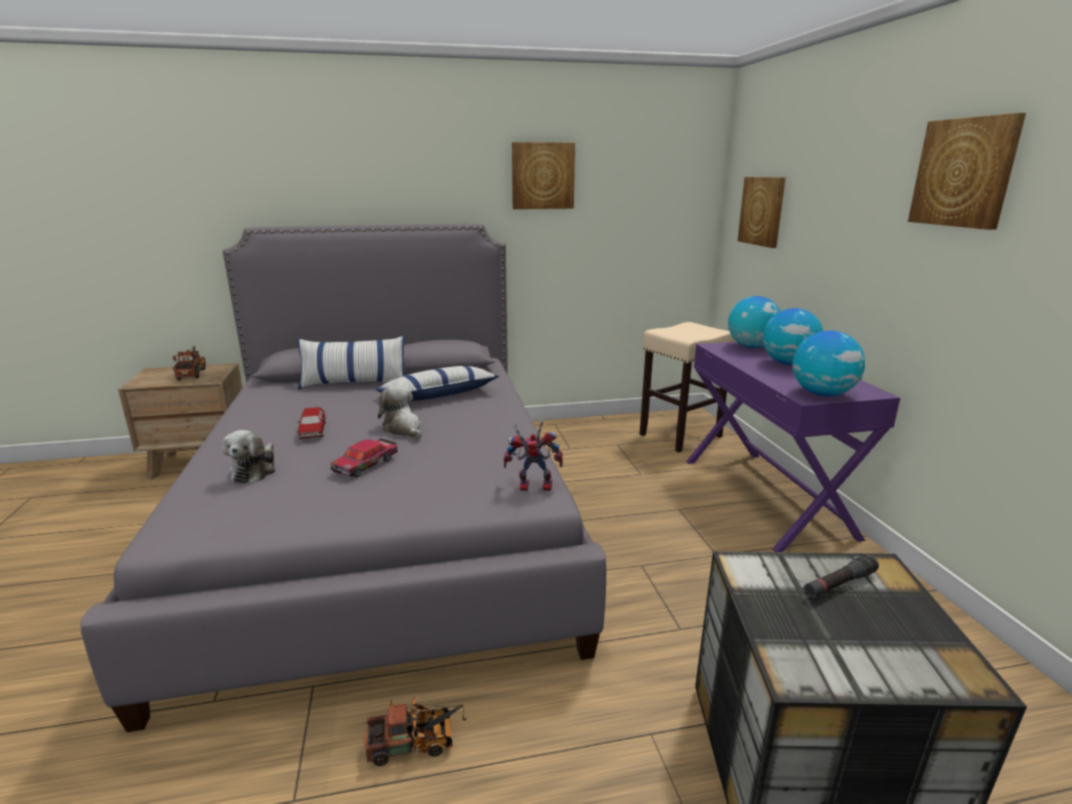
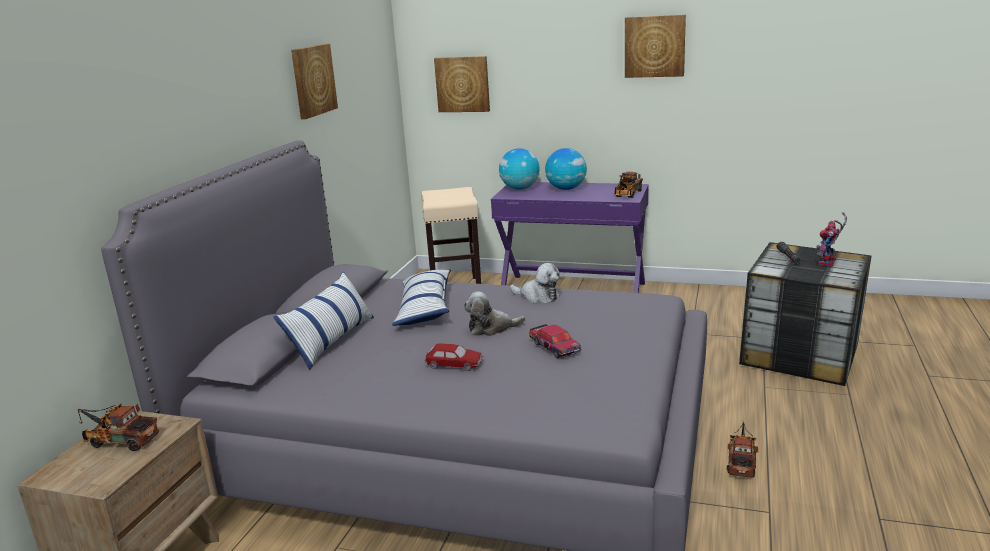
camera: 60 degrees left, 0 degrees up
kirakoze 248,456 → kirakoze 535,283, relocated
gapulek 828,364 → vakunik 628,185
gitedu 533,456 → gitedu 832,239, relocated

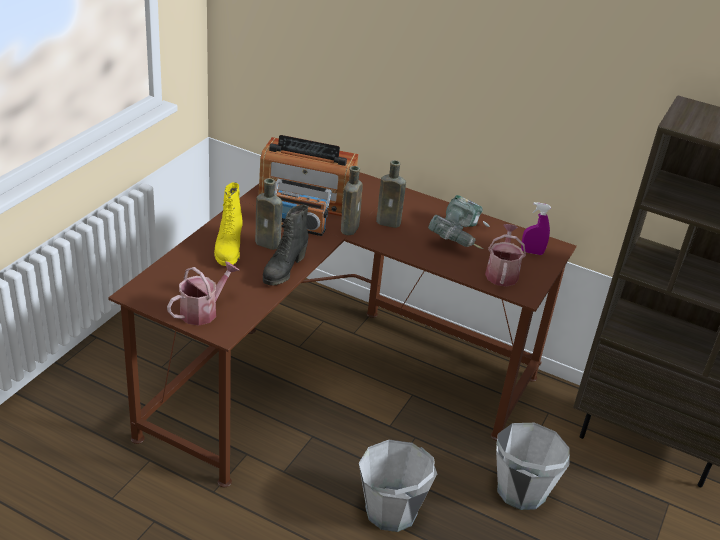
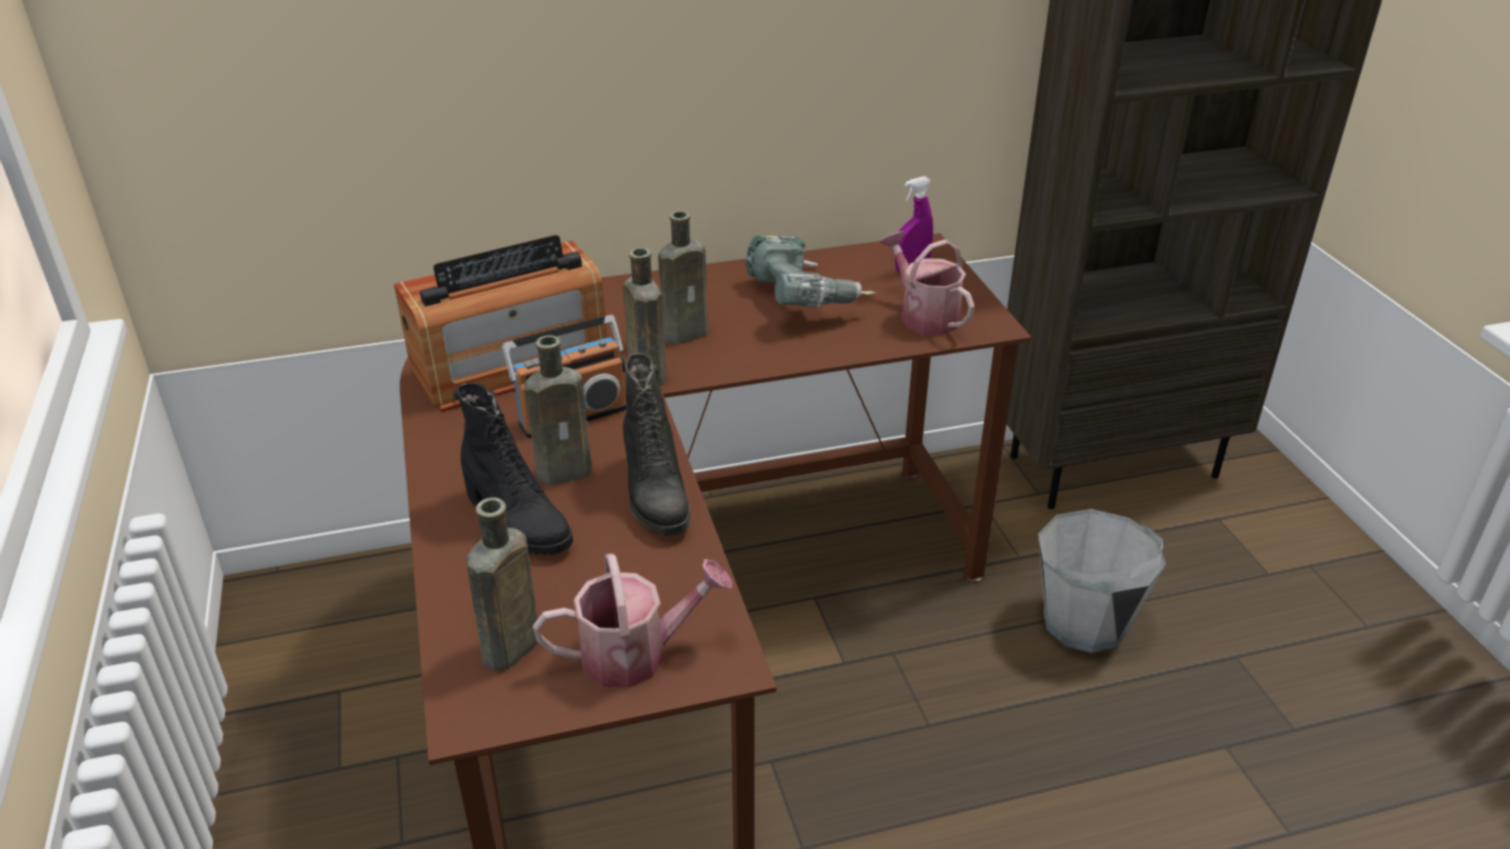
camera: 40 degrees left, 0 degrees up
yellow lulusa 228,224 → black lulusa 515,469
- → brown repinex 502,584
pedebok 203,293 → pedebok 633,620, 75 degrees clockwise
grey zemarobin 398,486 → -

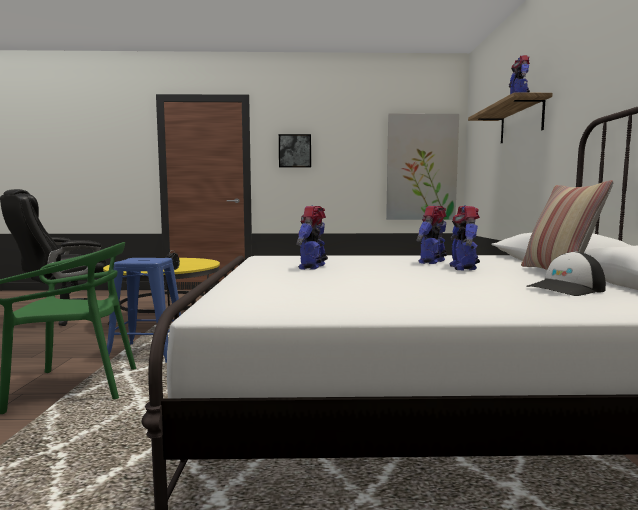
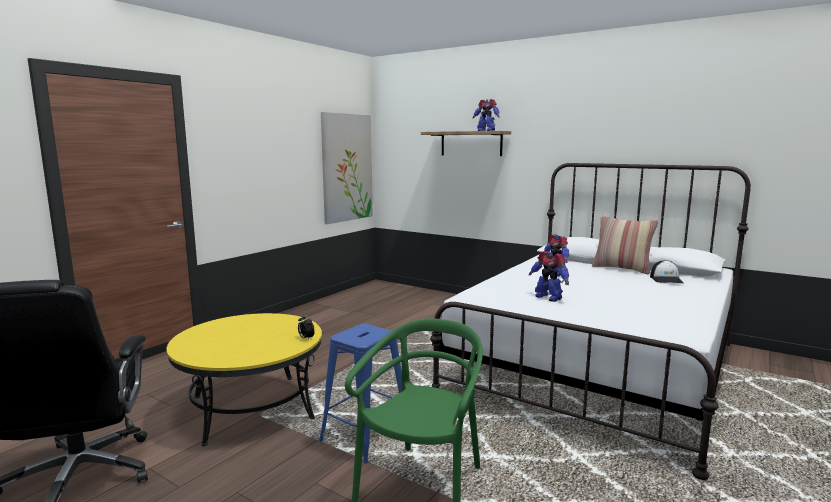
camera: 55 degrees left, 5 degrees up
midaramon 295,151 → -
gitedu 464,238 → -

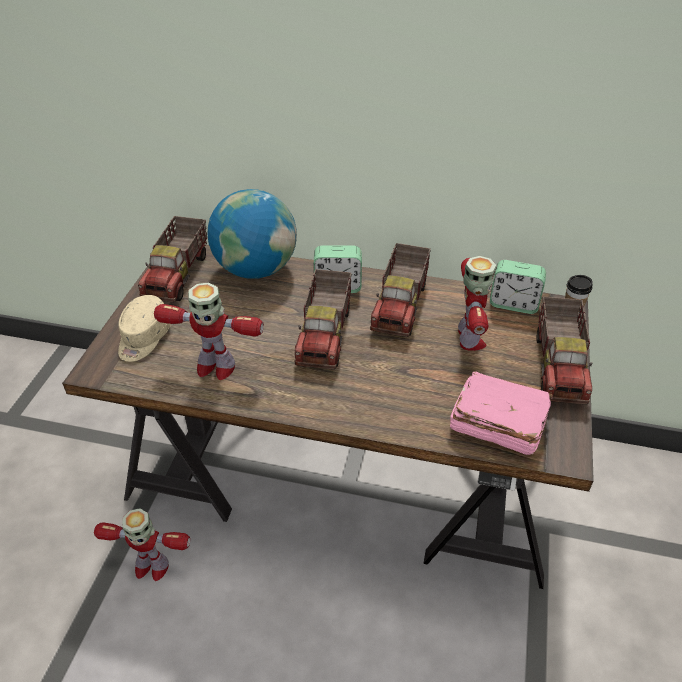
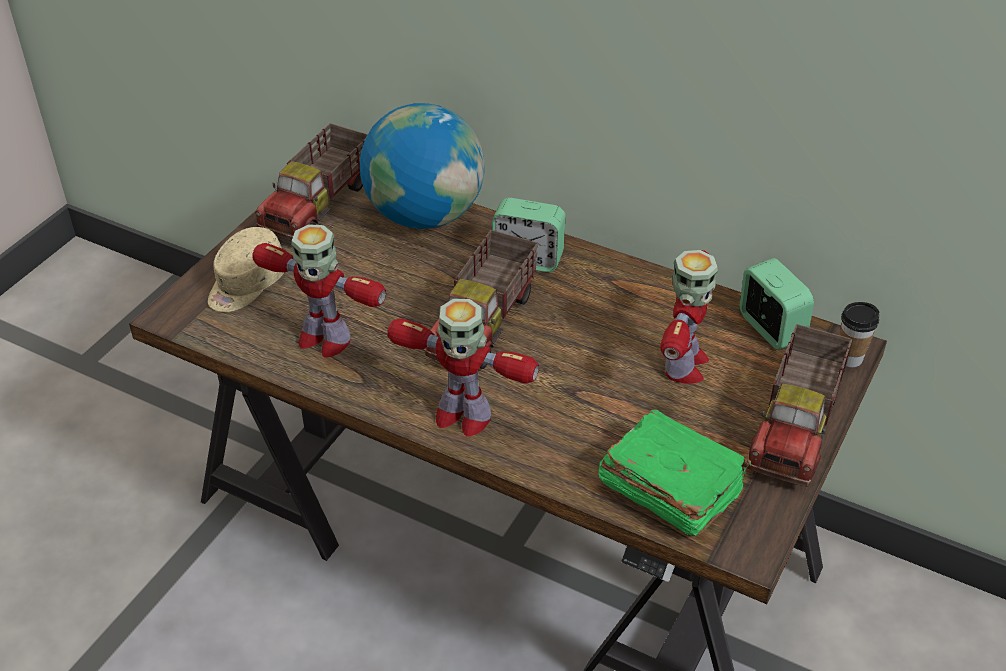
camera: 15 degrees right, 0 degrees up
gitedu 142,544 → gitedu 463,368, relocated
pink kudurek 501,413 → green kudurek 675,472
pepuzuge 518,287 → pepuzuge 777,304, 150 degrees counterclockwise
vakunik 400,290 → -

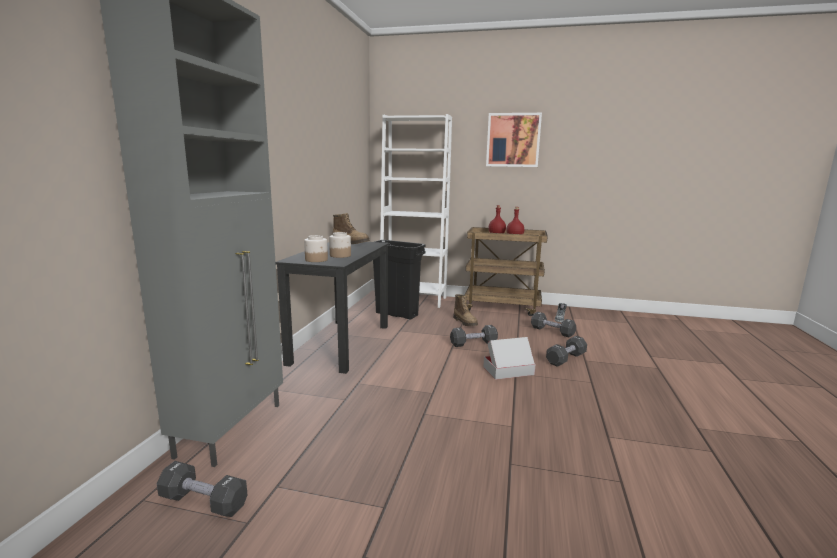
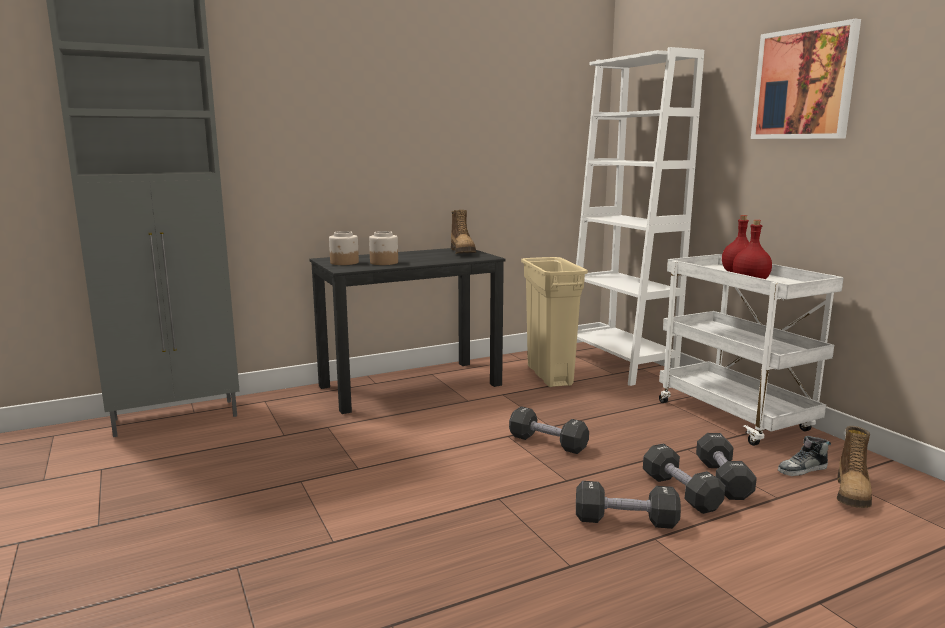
camera: 50 degrees right, 0 degrees up
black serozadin 399,280 → beige serozadin 554,322
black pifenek 202,489 → black pifenek 684,478, relocated
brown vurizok 506,271 → white vurizok 751,350
lulusa 465,310 → lulusa 854,467, relocated
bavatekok 509,358 → -

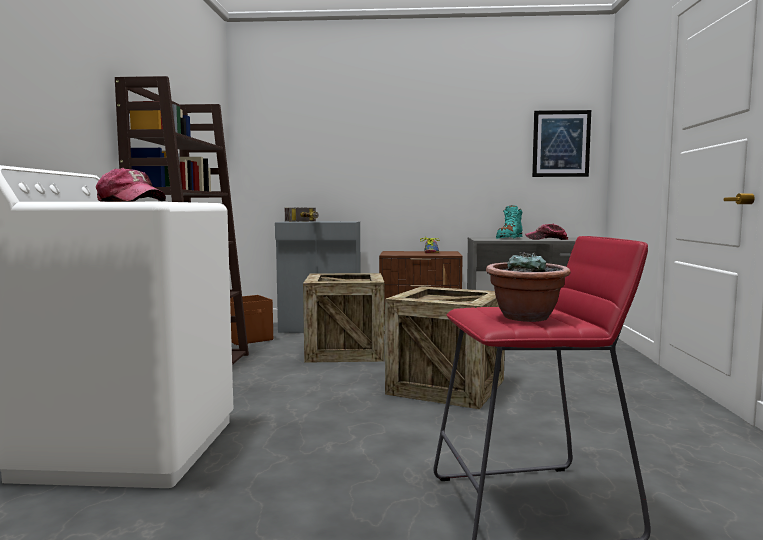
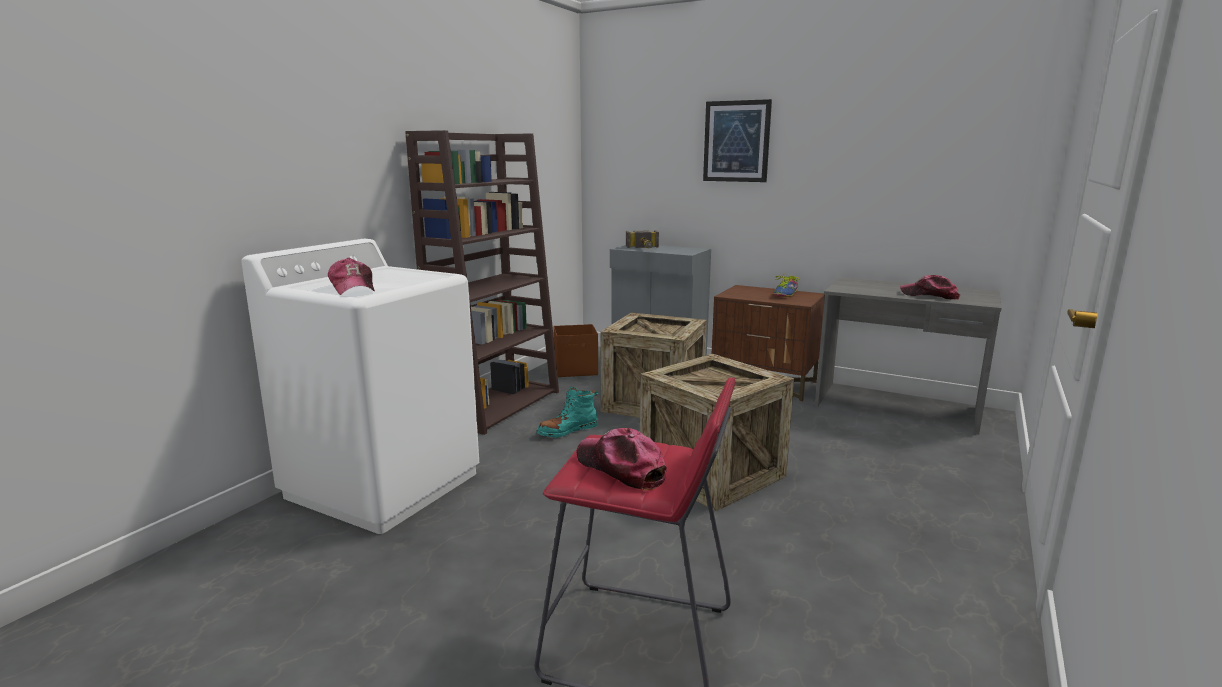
camera: 25 degrees right, 10 degrees up
turquoise lulusa 509,222 → turquoise lulusa 567,412, relocated
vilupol 528,287 → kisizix 622,459
midaramon 561,143 → midaramon 737,140, relocated

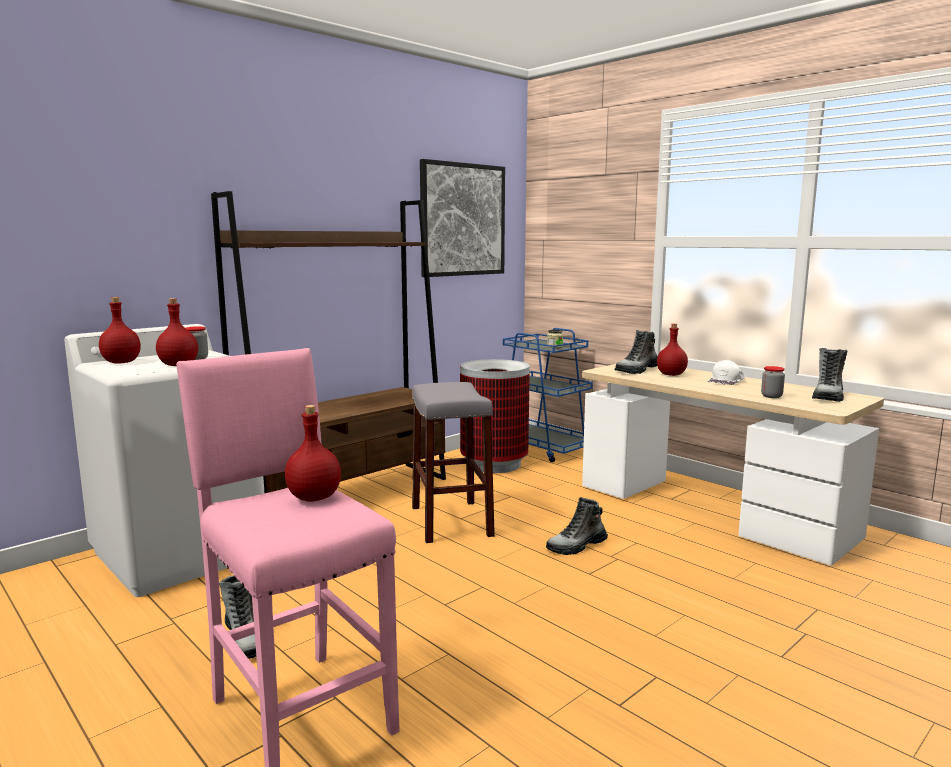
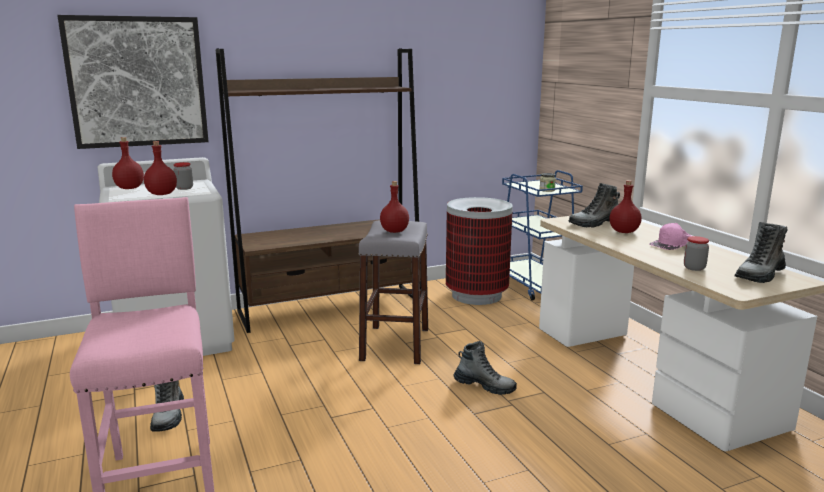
camera: 20 degrees right, 5 degrees up
midaramon 462,218 → midaramon 133,82, relocated
red repinex 313,453 → red repinex 394,207, relocated
lulusa 577,526 → lulusa 485,368, 150 degrees counterclockwise
white kisizix 726,372 → pink kisizix 670,236

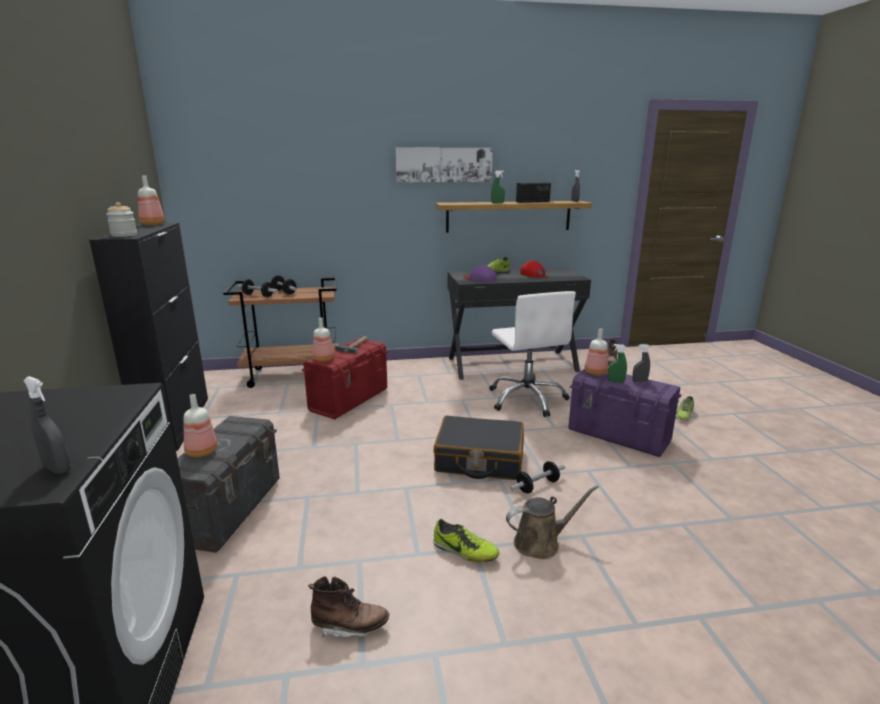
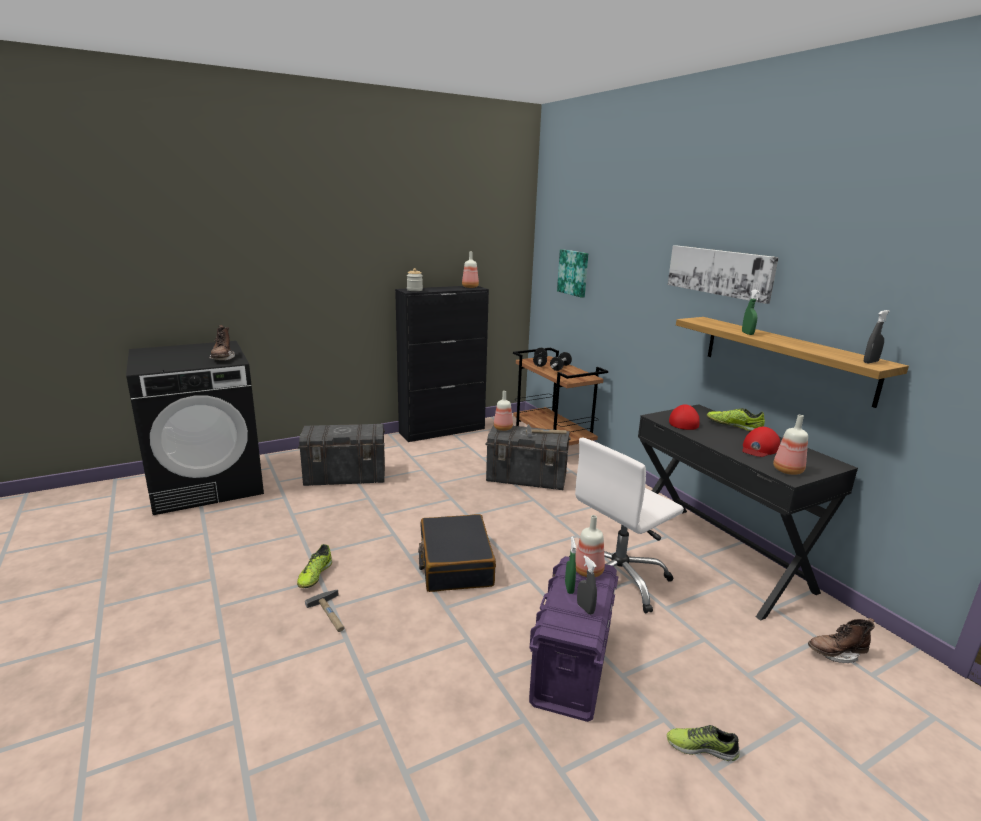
camera: 70 degrees right, 0 degrees up
brown lulusa 348,607 → brown lulusa 222,343, relocated
brown pedebok 552,522 → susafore 325,610
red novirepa 345,378 → grey novirepa 528,457
- → midaramon 572,273
purple kisizix 480,273 → red kisizix 684,417
repinex 201,426 → repinex 790,445, relocated
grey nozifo 47,425 → -
pifenek 537,477 → -
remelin 533,192 → -

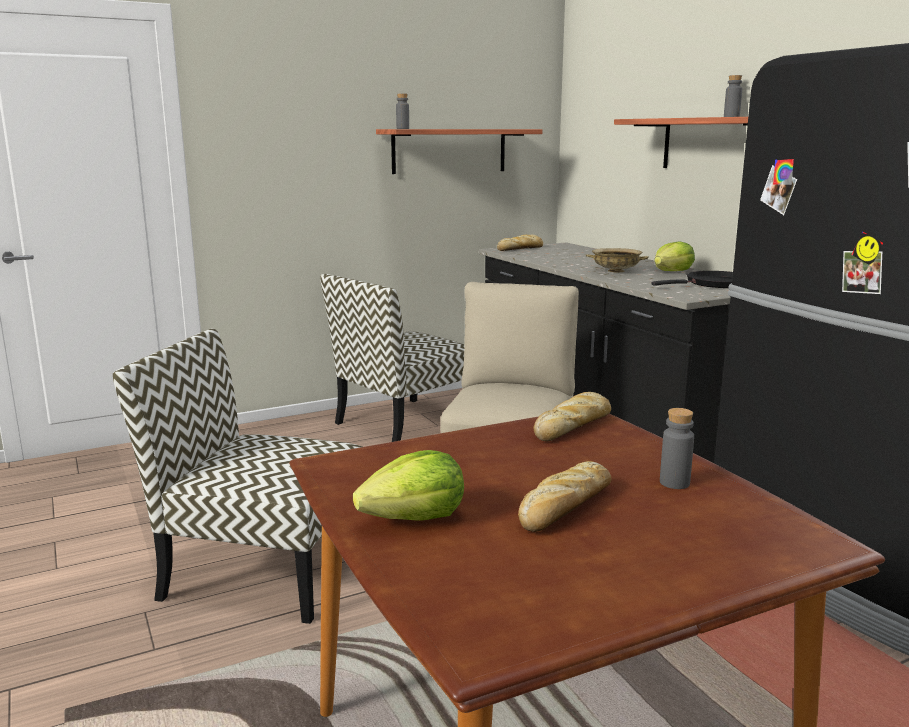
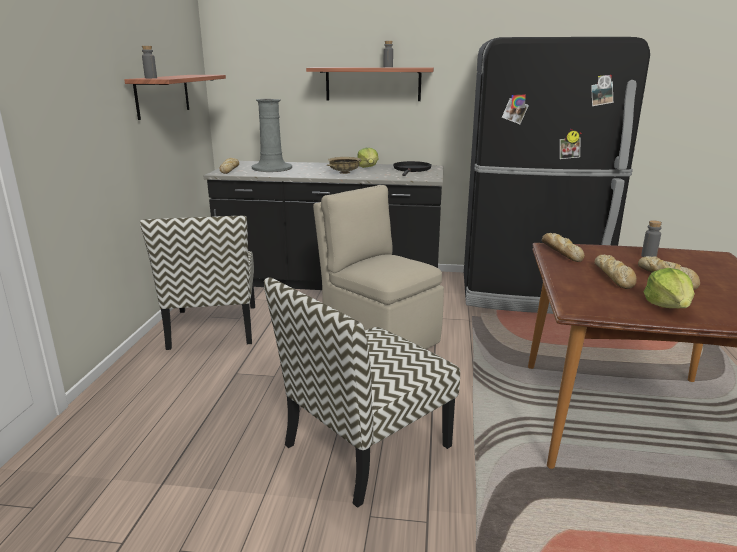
camera: 55 degrees left, 5 degrees up
- → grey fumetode 272,135
- → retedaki 616,272

